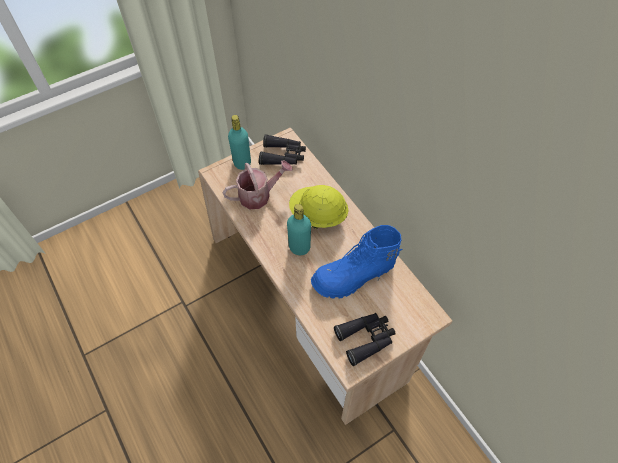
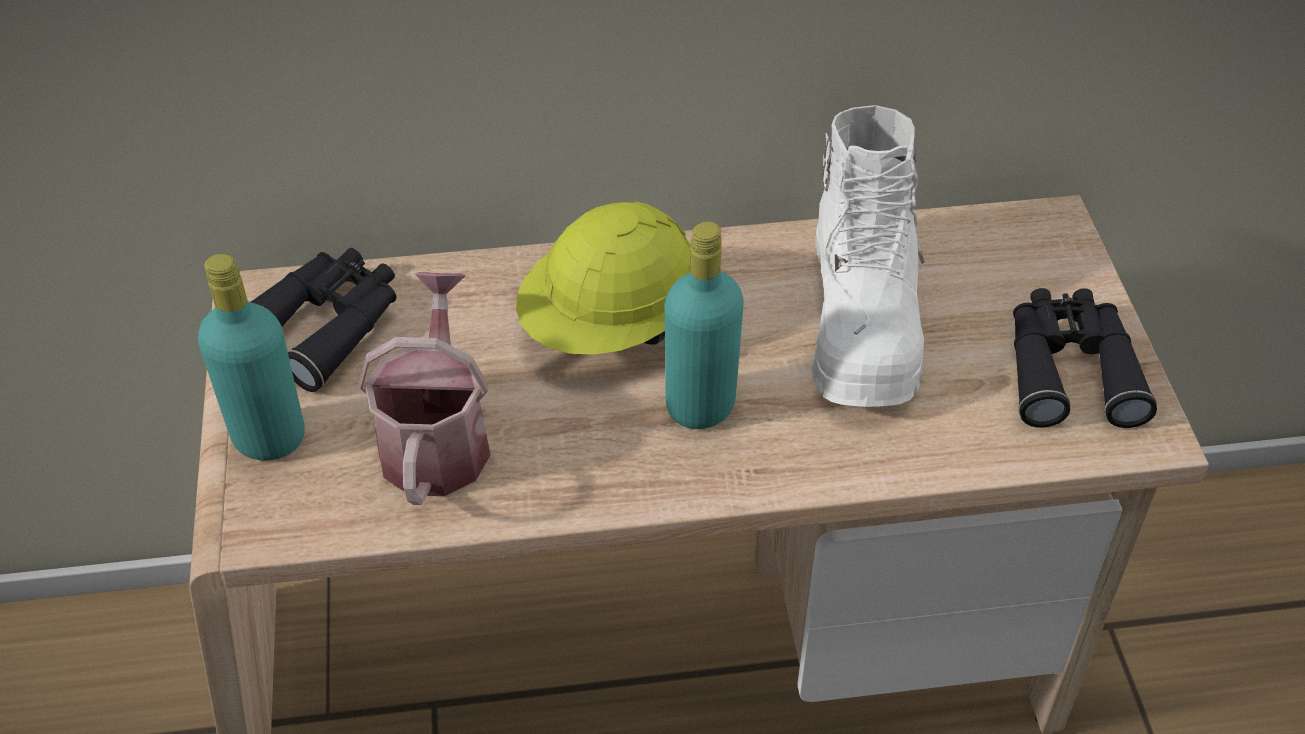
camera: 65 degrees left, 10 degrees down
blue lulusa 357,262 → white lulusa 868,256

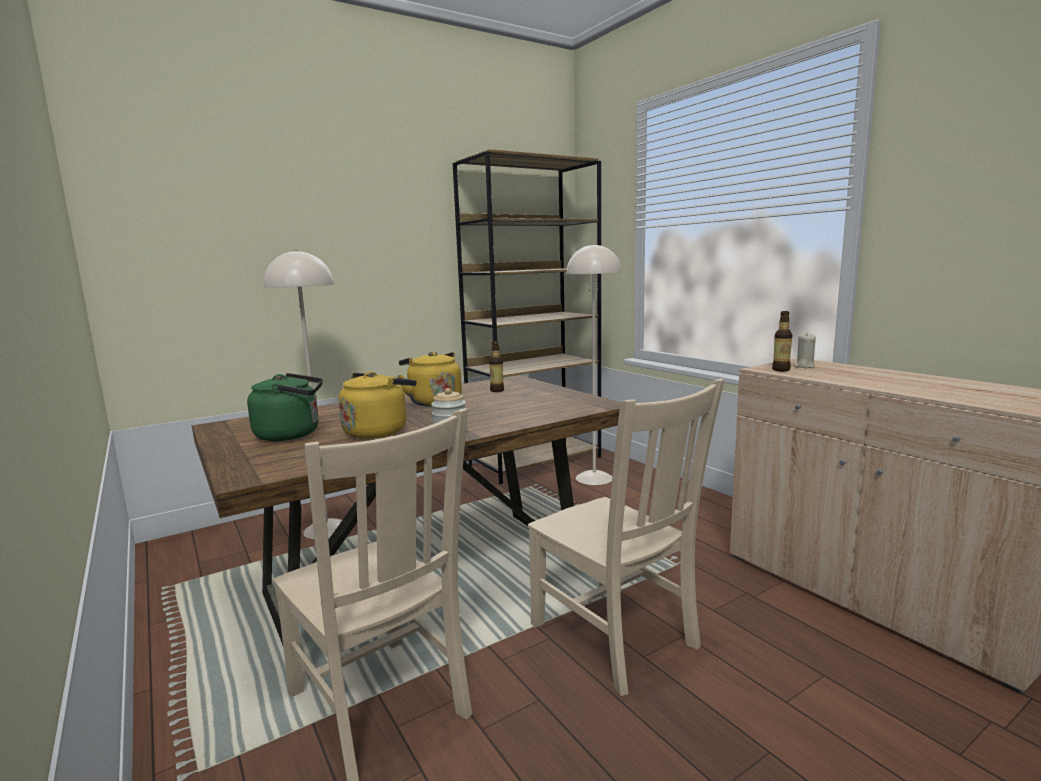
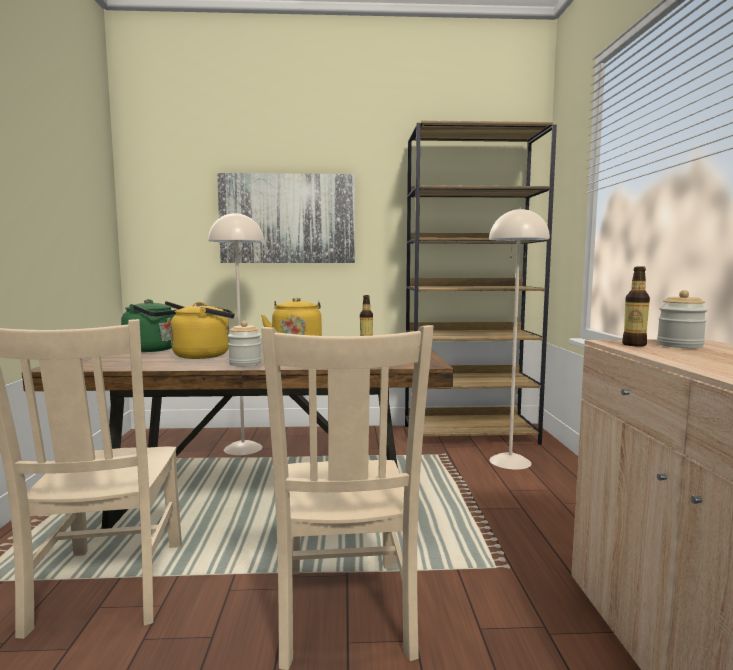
camera: 30 degrees right, 5 degrees down
- → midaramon 286,218
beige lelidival 805,351 → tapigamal 682,319

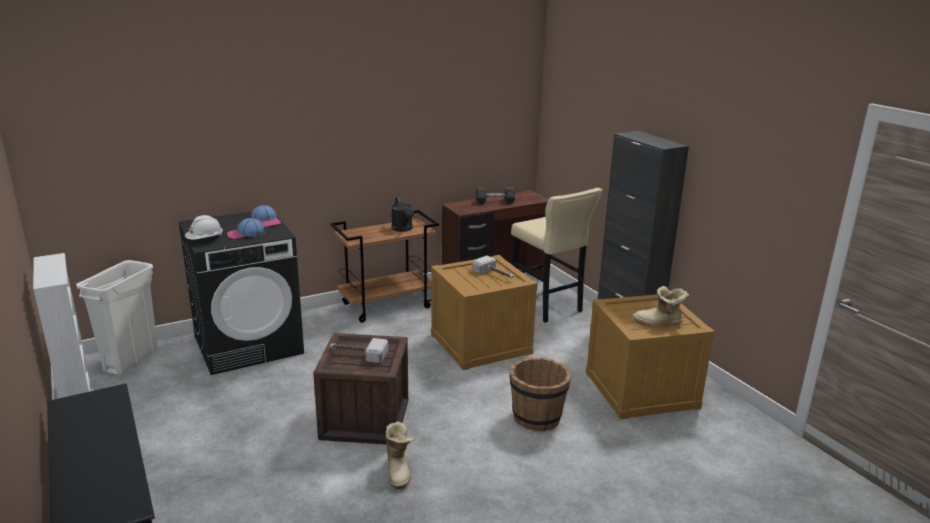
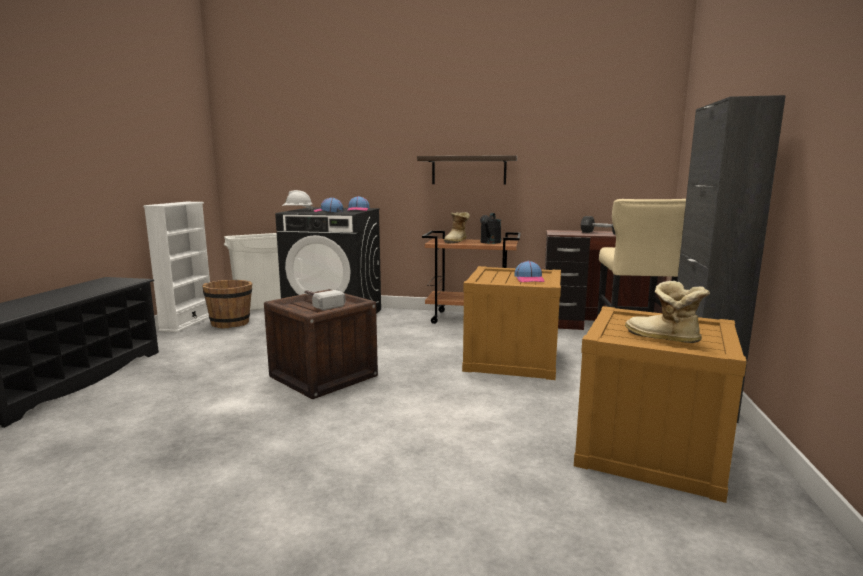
camera: 40 degrees right, 10 degrees down
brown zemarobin 540,394 → brown zemarobin 227,304, relocated
- → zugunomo 467,170
lulusa 400,455 → lulusa 457,228, relocated
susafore 493,267 → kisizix 529,271

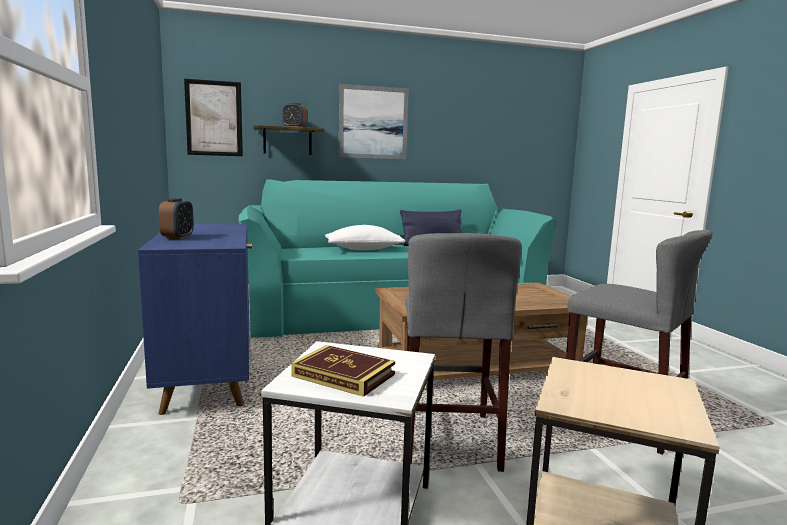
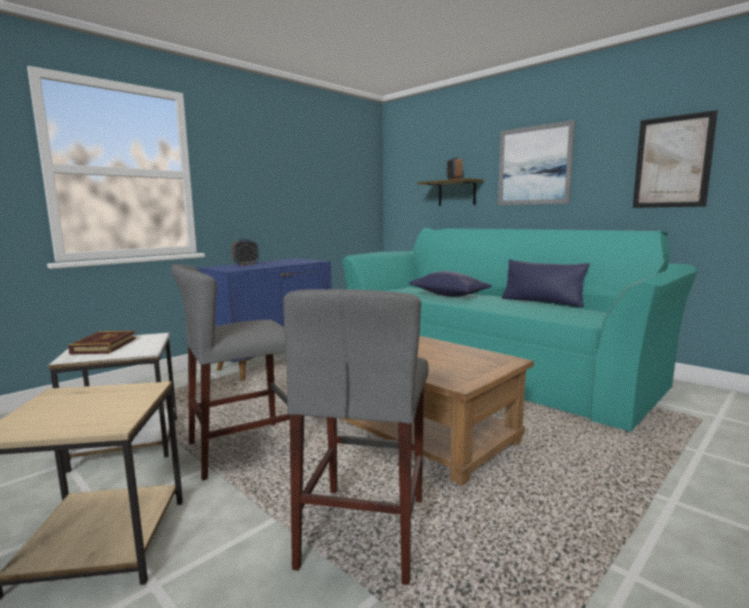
camera: 60 degrees right, 0 degrees up
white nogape 365,237 → blue nogape 450,284
midaramon 213,117 → midaramon 675,159, relocated

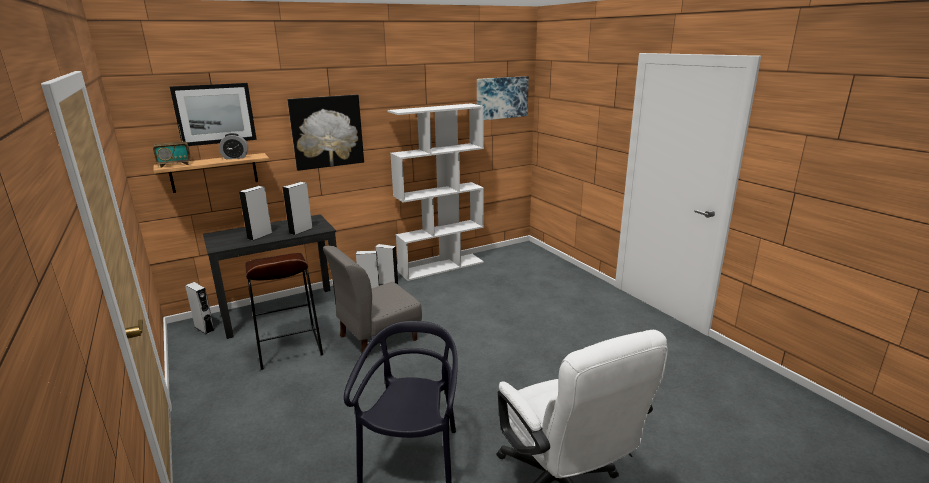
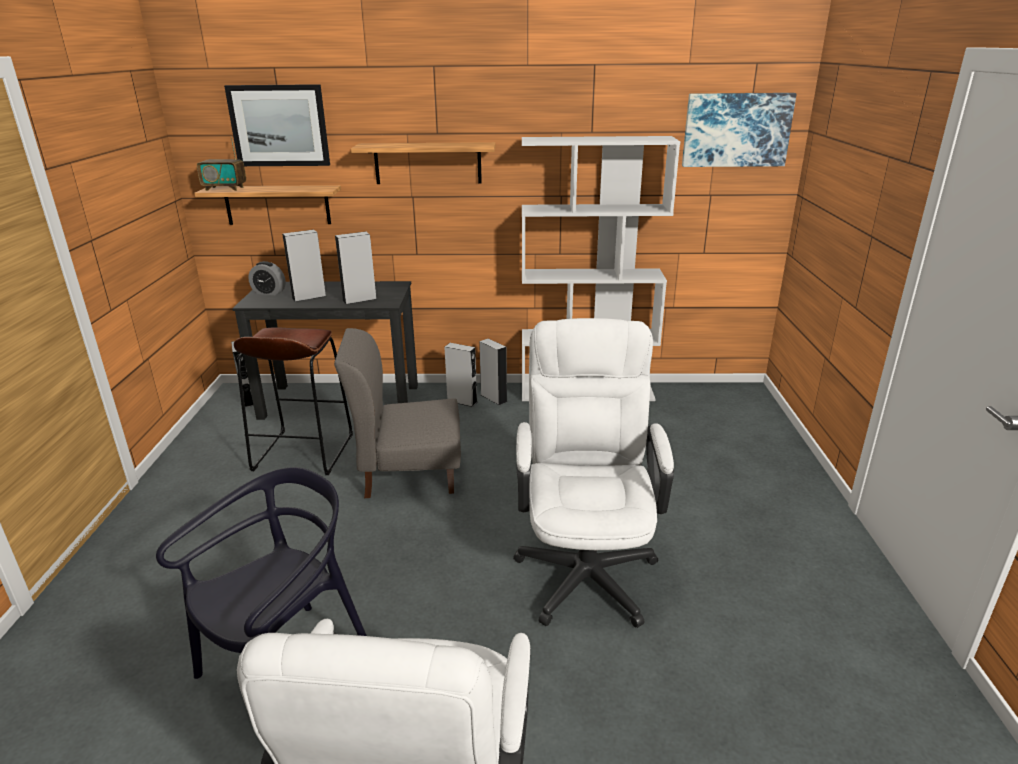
camera: 30 degrees right, 5 degrees up
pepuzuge 233,146 → pepuzuge 267,278, relocated
midaramon 325,133 → zugunomo 423,163
- → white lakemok 593,473

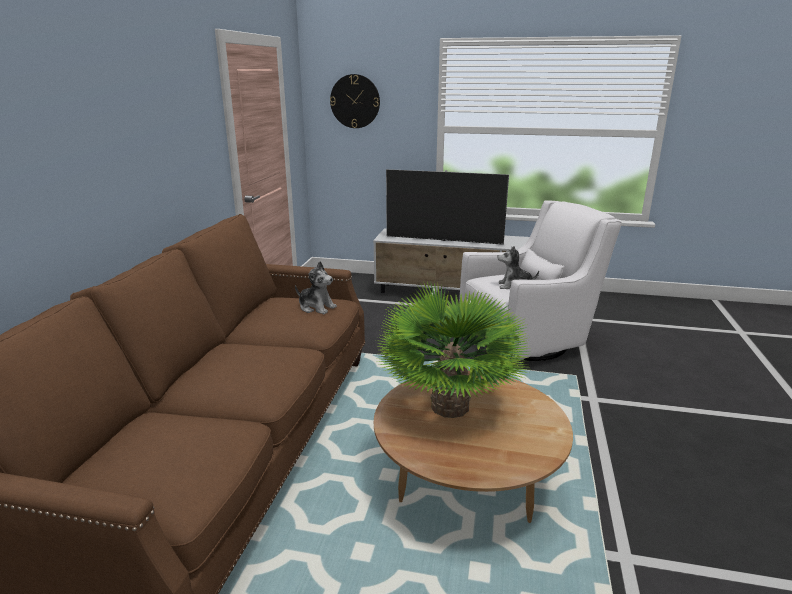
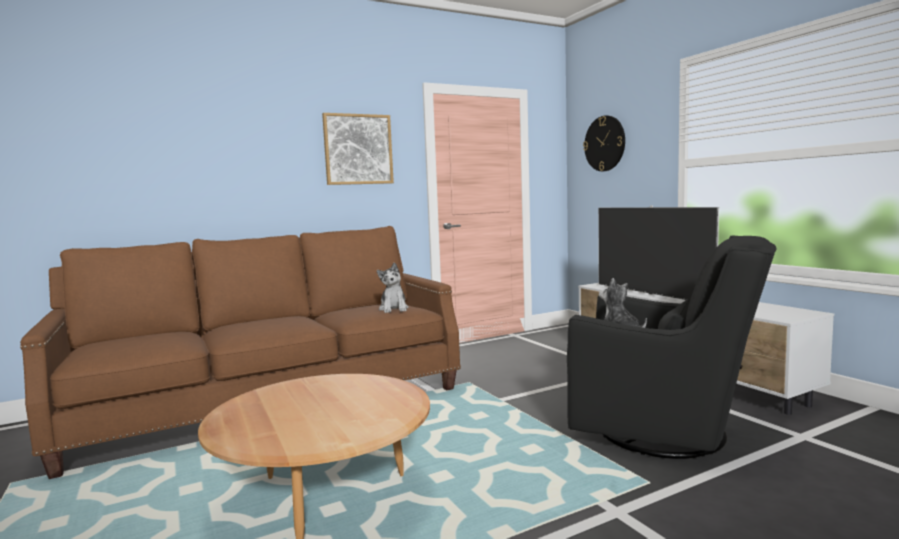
camera: 50 degrees right, 15 degrees down
- → midaramon 358,149
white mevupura 540,280 → black mevupura 672,347
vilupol 454,349 → -

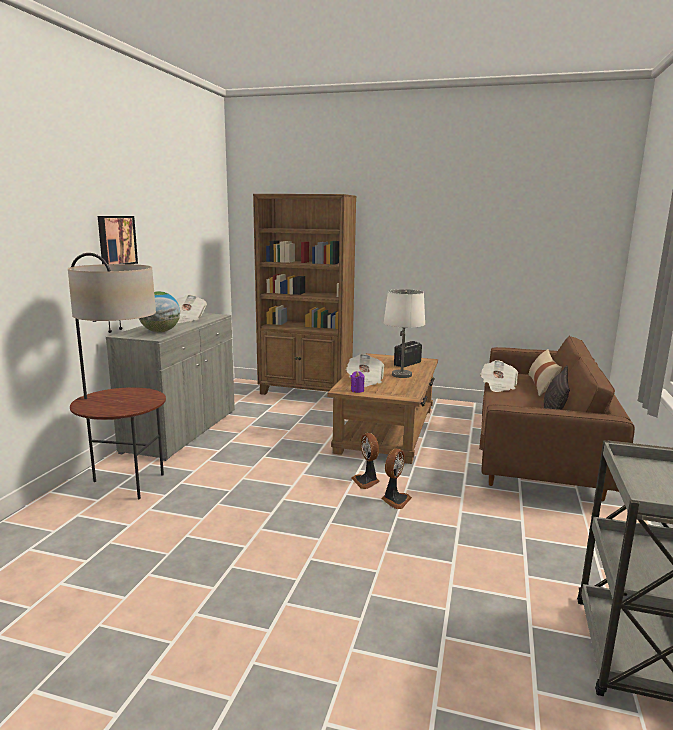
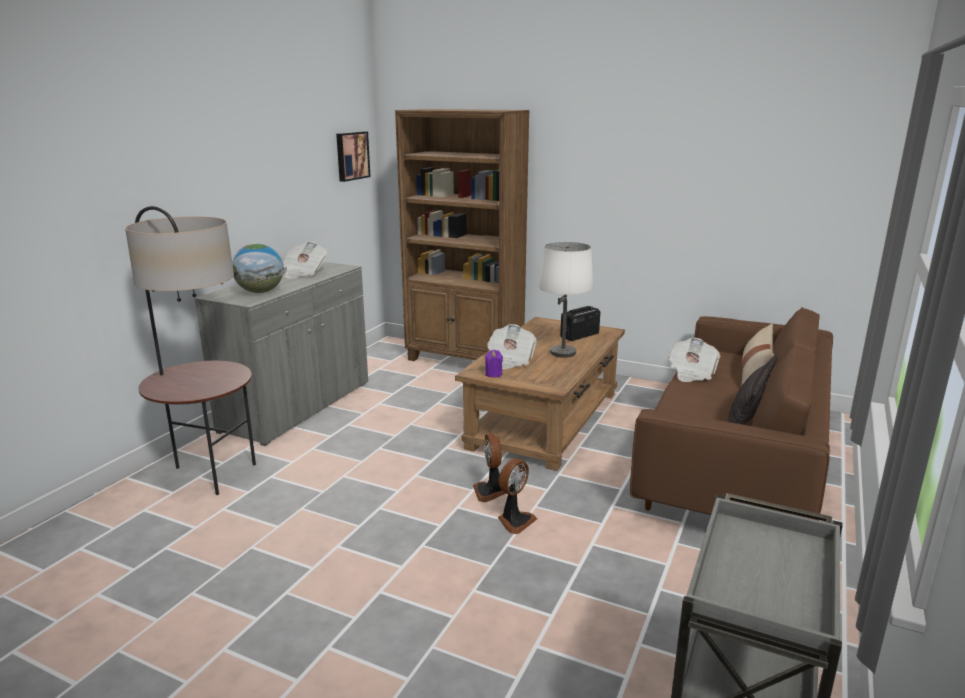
camera: 10 degrees right, 5 degrees up
midaramon 118,240 → midaramon 353,156, relocated

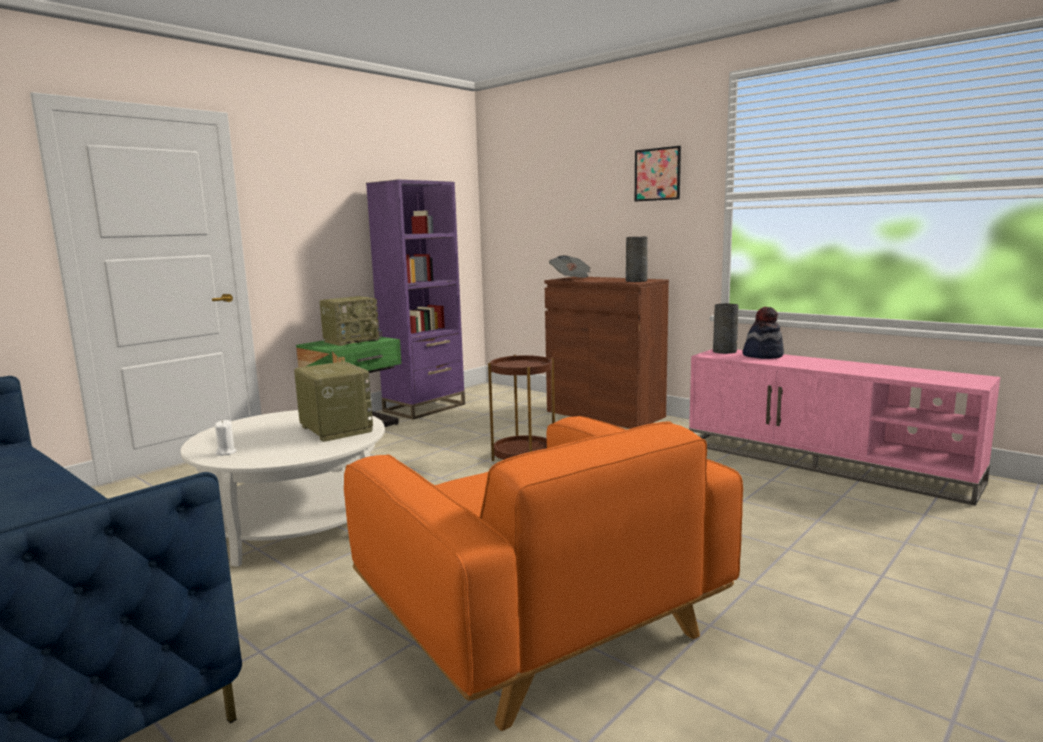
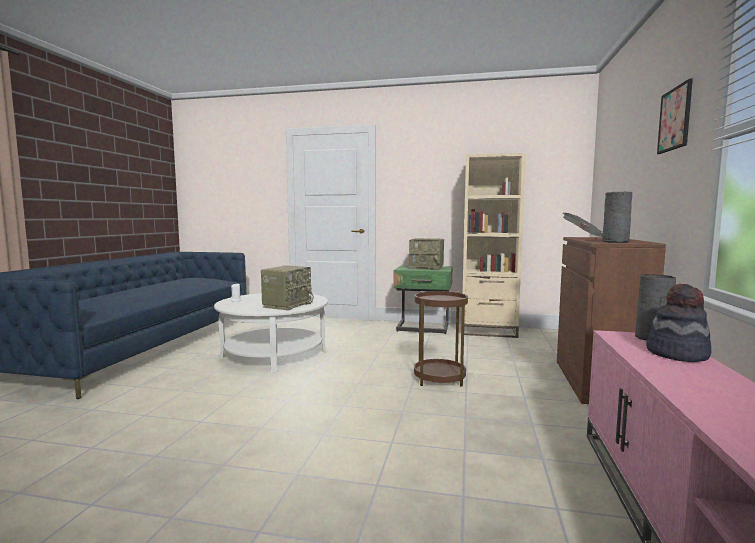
camera: 60 degrees right, 5 degrees down
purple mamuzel 415,300 → beige mamuzel 494,245
orange mevupura 543,573 → -

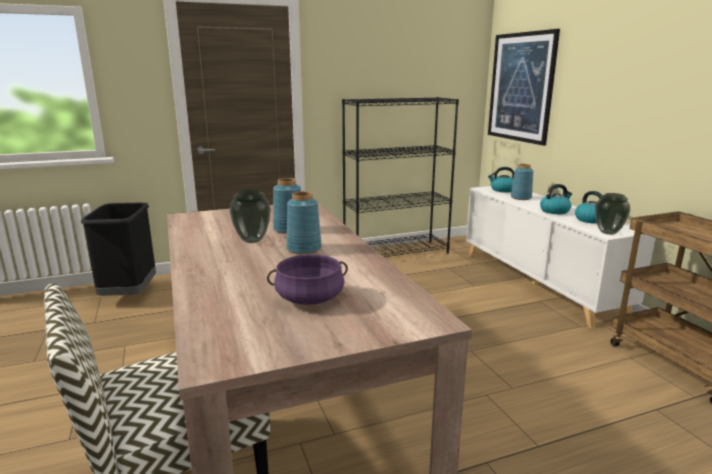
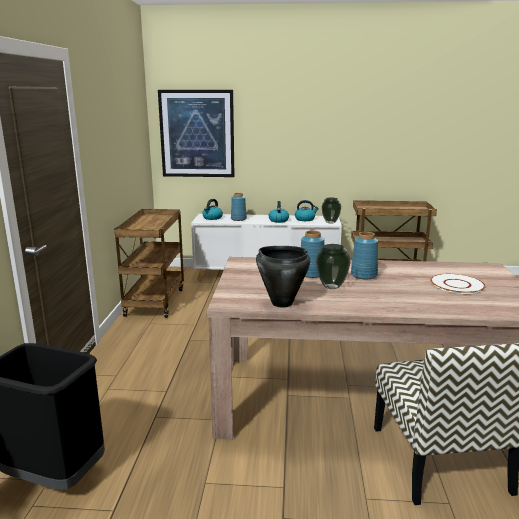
camera: 65 degrees left, 0 degrees up
black mamuzel 400,177 → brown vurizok 149,263
- → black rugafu 283,277
purple rugafu 307,279 → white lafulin 458,284

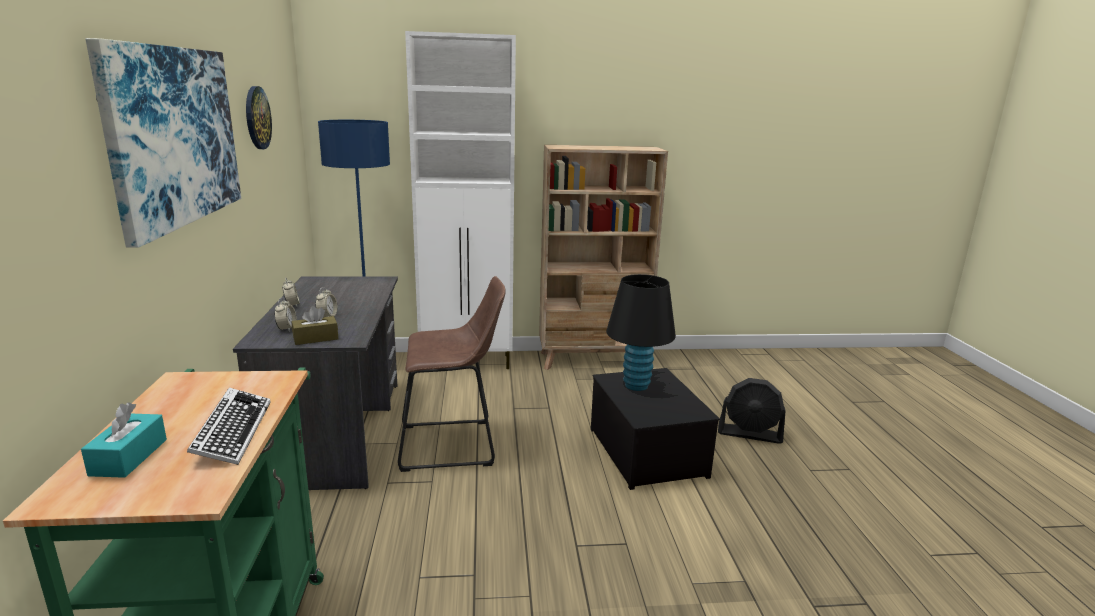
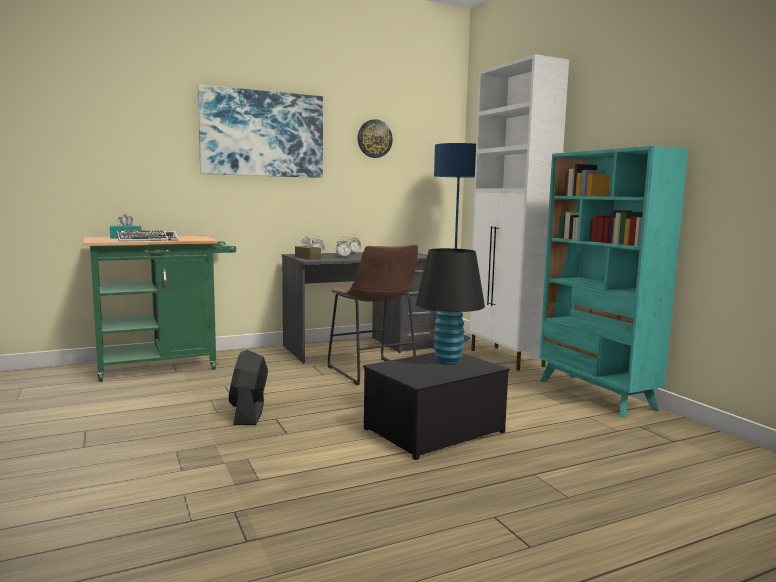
camera: 70 degrees right, 10 degrees down
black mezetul 752,411 → black mezetul 248,387, relocated
beige mamuzel 603,257 → turquoise mamuzel 613,282

